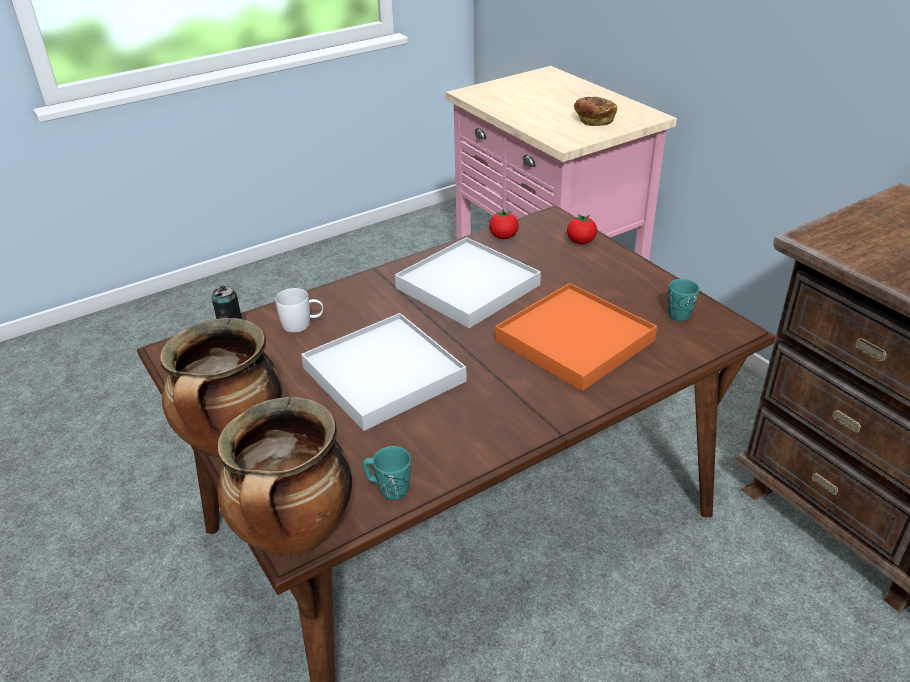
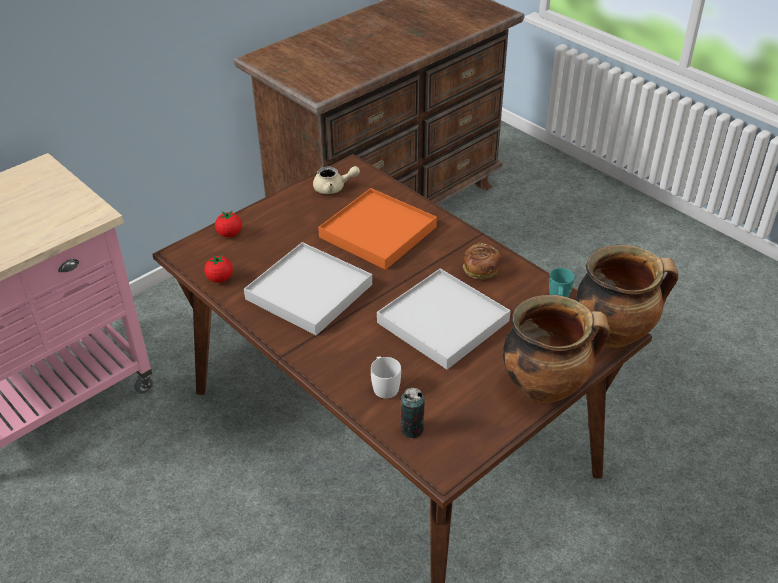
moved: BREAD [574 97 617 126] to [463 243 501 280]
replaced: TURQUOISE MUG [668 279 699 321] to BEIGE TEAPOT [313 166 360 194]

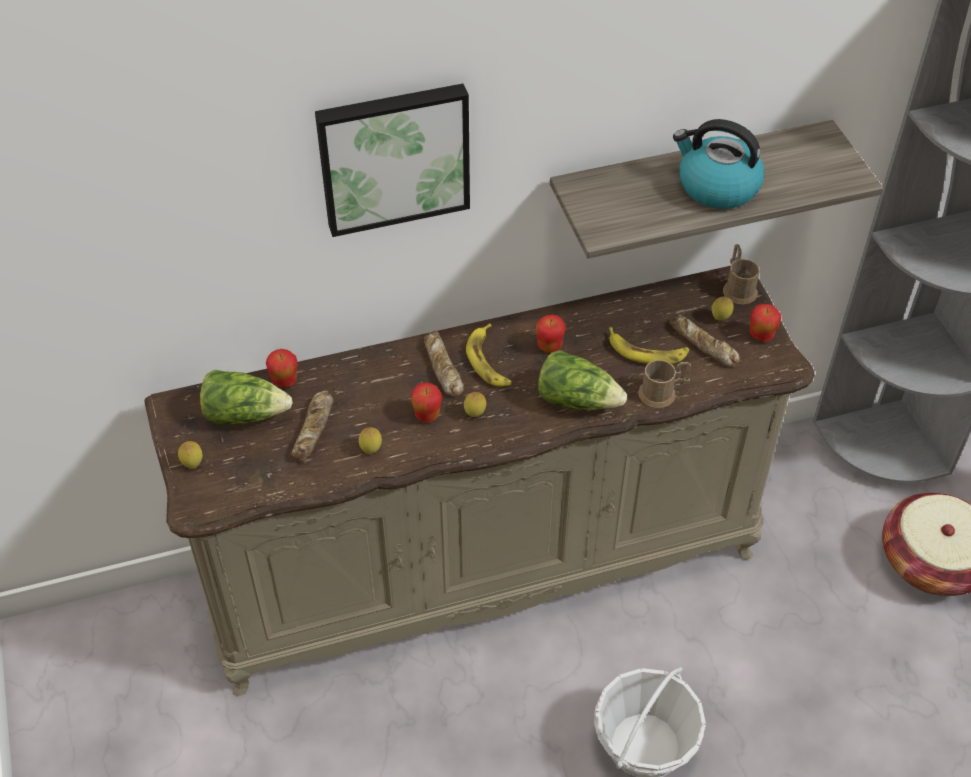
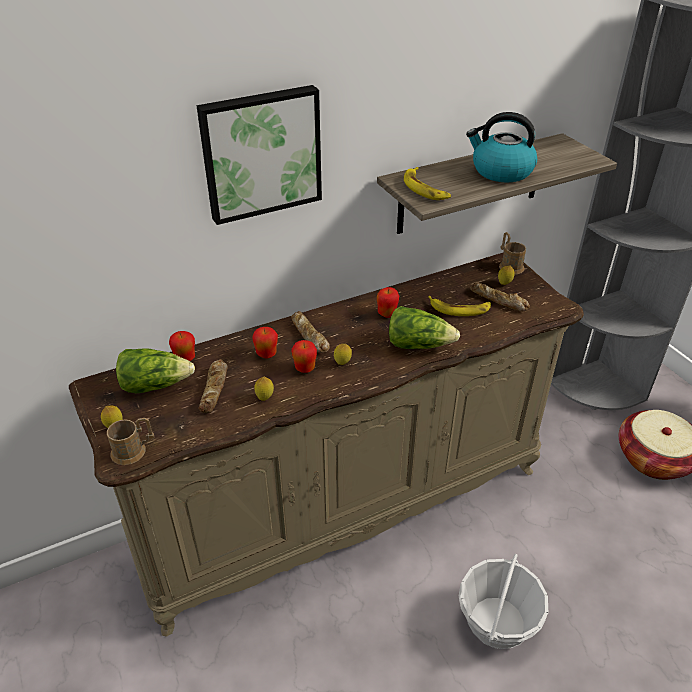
moved: BROWN MUG [638 360 691 408] to [107 418 154 465]; APPLE [750 304 781 342] to [252 327 278 358]; BANANA [466 323 512 386] to [404 167 451 200]

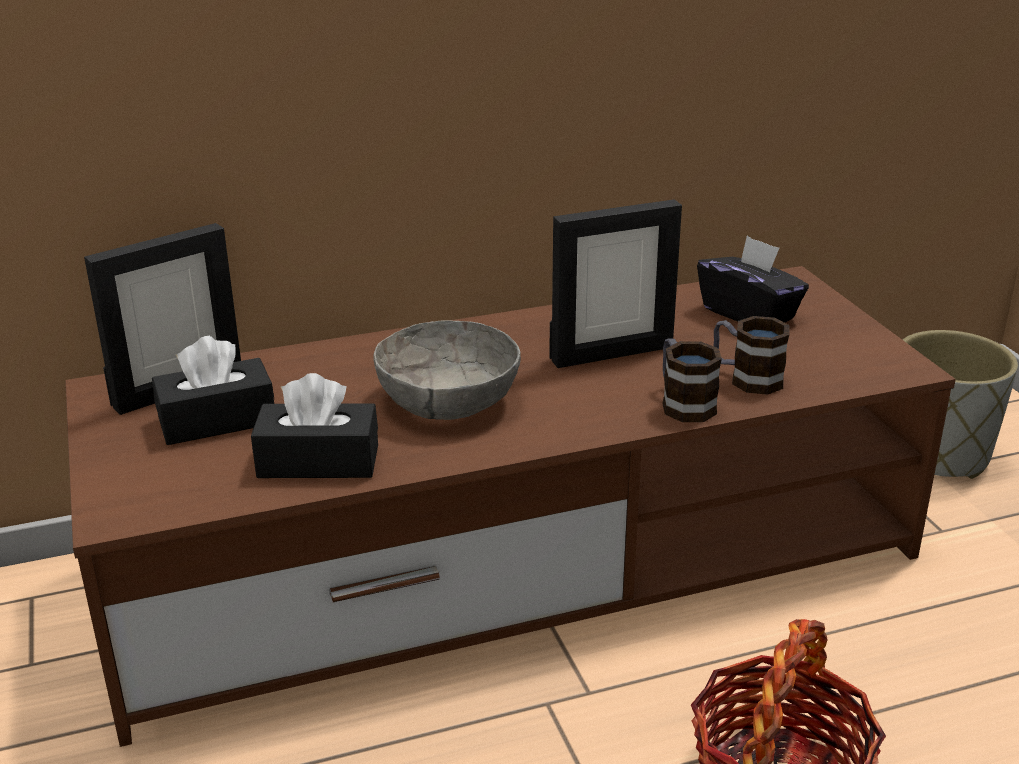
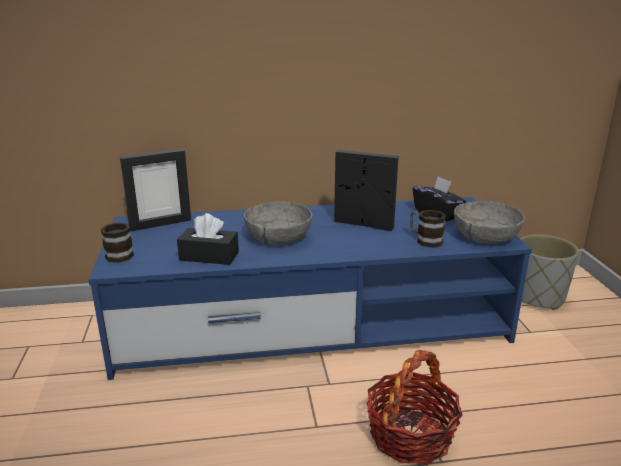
removed: BLACK TISSUE BOX [152 336 275 445]
added: GREY BOWL [454 201 525 244]
moved: MUG [662 338 722 422] to [100 222 134 263]
recoloured: BROWN TV STAND [65 266 956 747] to BLUE TV STAND [89 197 532 380]
turned: PICTURE FRAME [549 199 682 368] = [334 150 399 231] 150 degrees counterclockwise

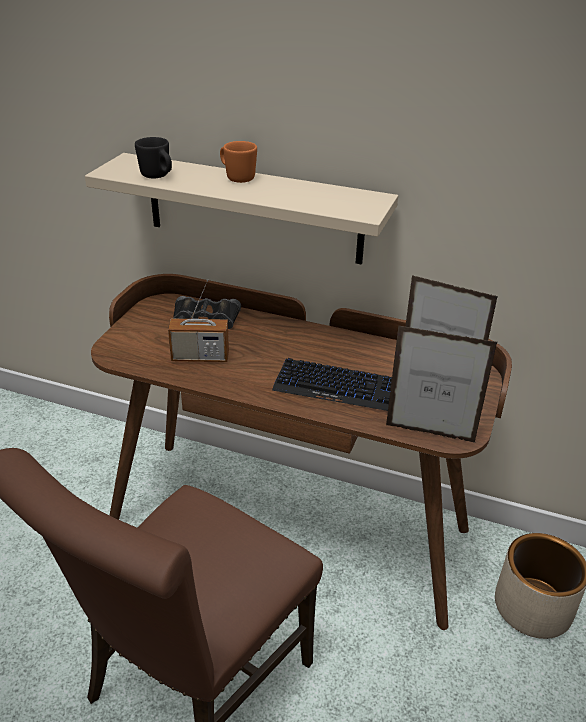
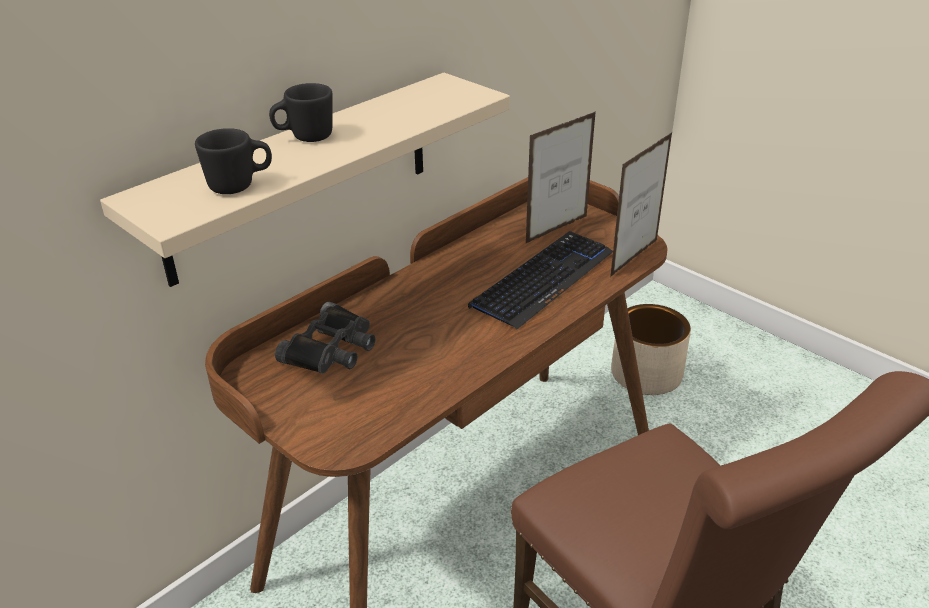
removed: RADIO [168 279 229 362]
recoloured: ORANGE MUG [220 141 257 183] to BLACK MUG [269 83 333 142]

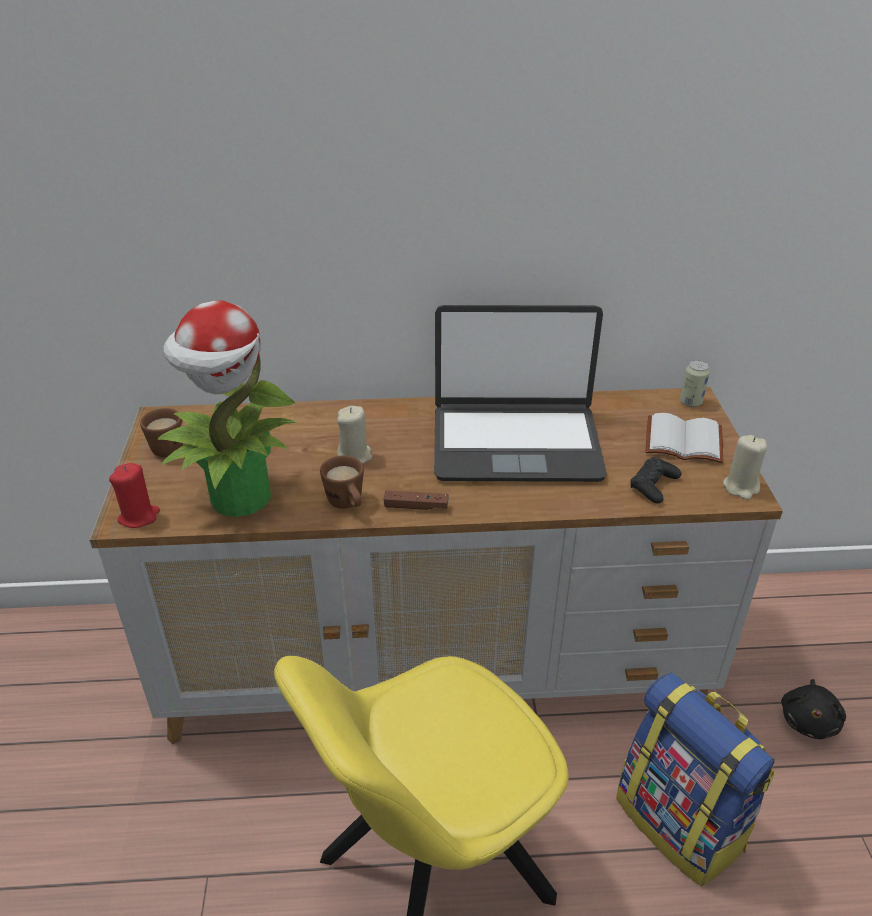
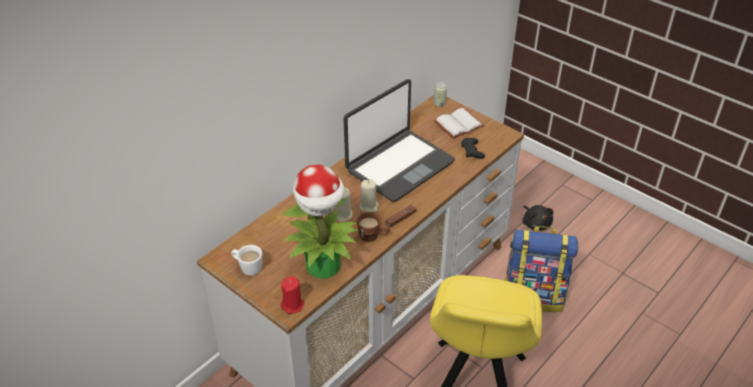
moved: BEIGE CANDLE [723 435 767 500] to [359 179 379 212]
recoloured: BROWN MUG [140 408 183 457] to WHITE MUG [231 245 262 276]

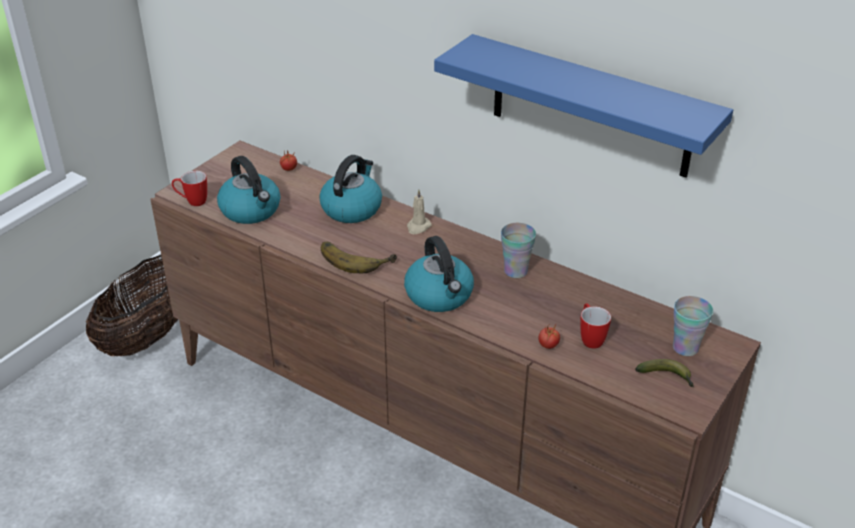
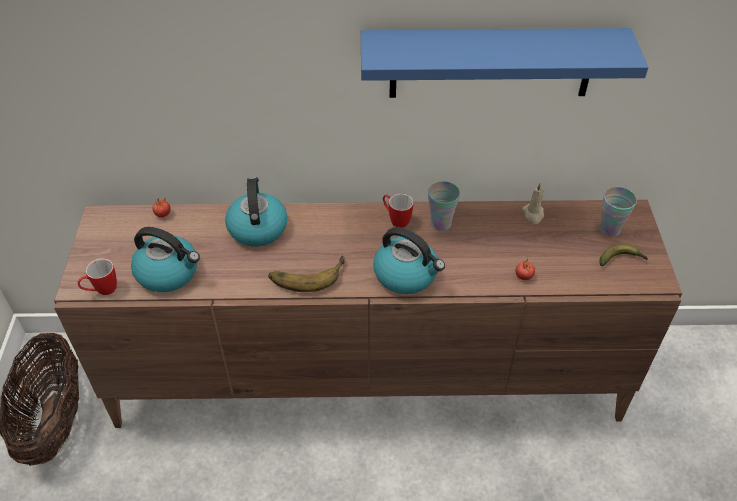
moved: MUG [580 303 611 349] to [383 193 414 228]; BEIGE CANDLE [407 189 432 234] to [522 183 544 224]

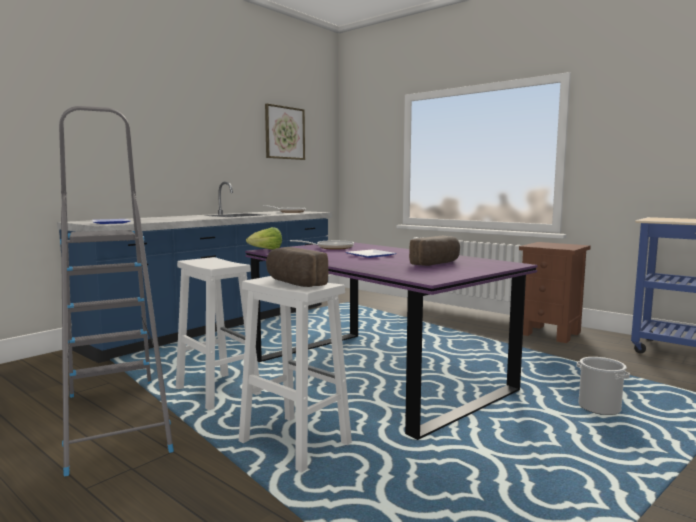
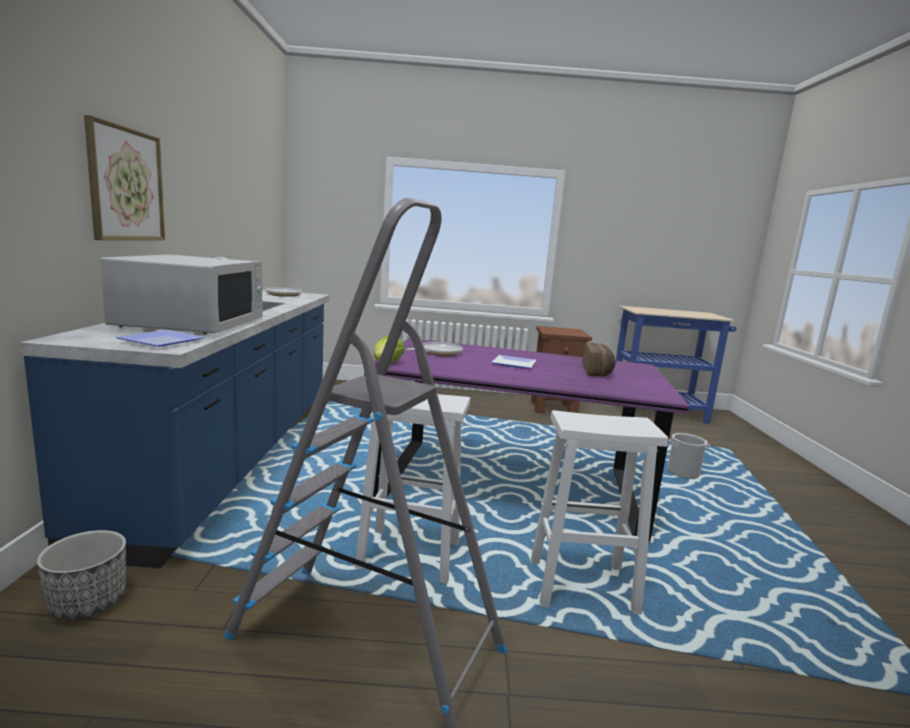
removed: BREAD [266 247 328 287]
added: PLANTER [37 530 126 620]; WHITE MICROWAVE [100 255 263 334]
moved: PICTURE [265 103 305 160] to [84 115 165 240]

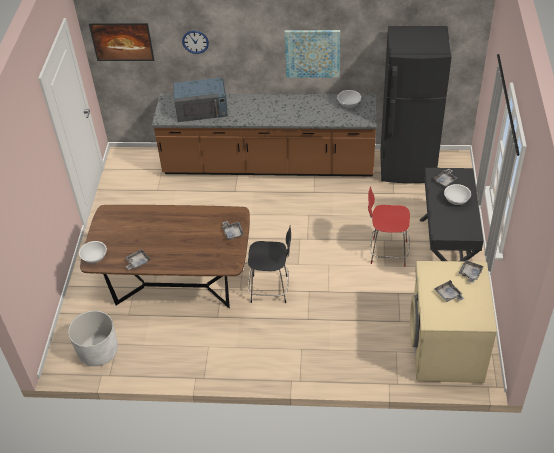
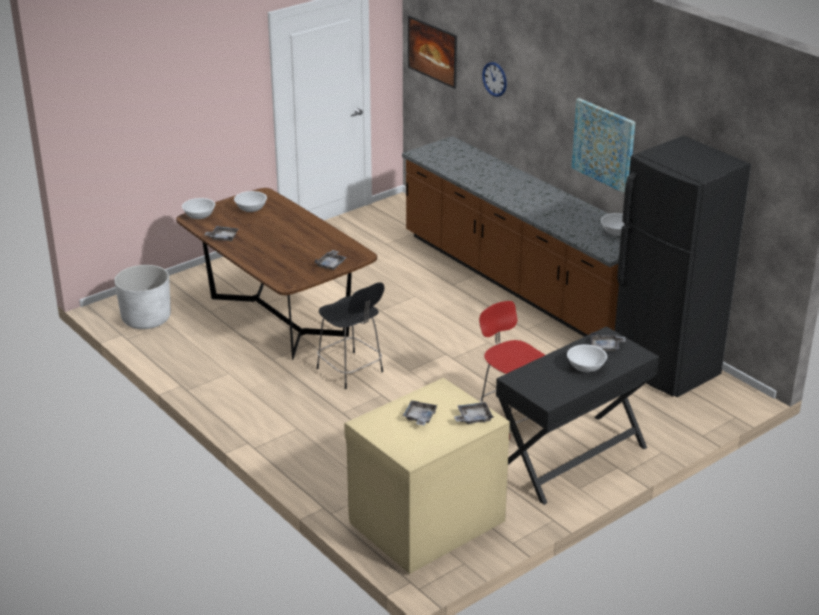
removed: BLUE MICROWAVE [173 77 228 122]
added: WHITE BOWL [234 191 267 212]

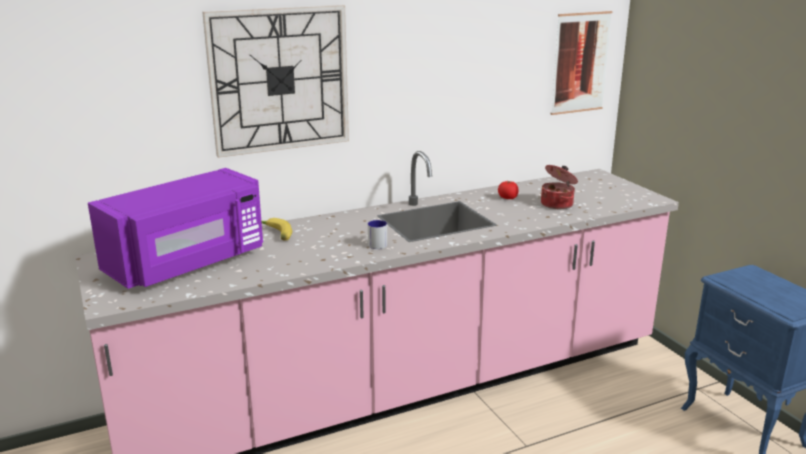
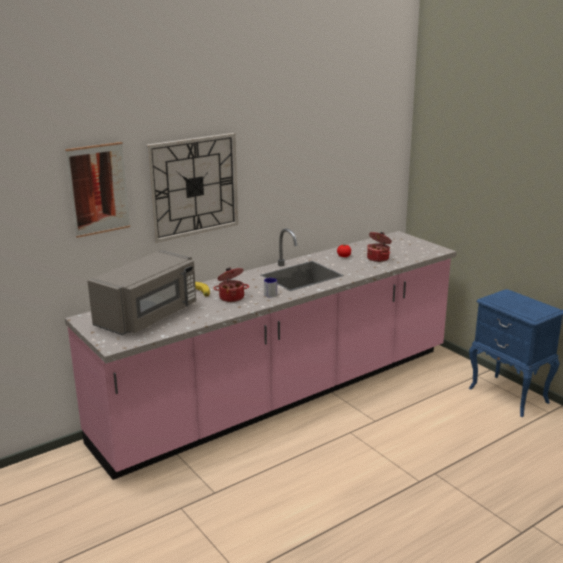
added: COOKING POT [214 268 249 302]
moved: PICTURE [550 11 613 115] to [65 142 130 238]
recoloured: PURPLE MICROWAVE [88 168 263 289] to GREY MICROWAVE [87 249 196 335]

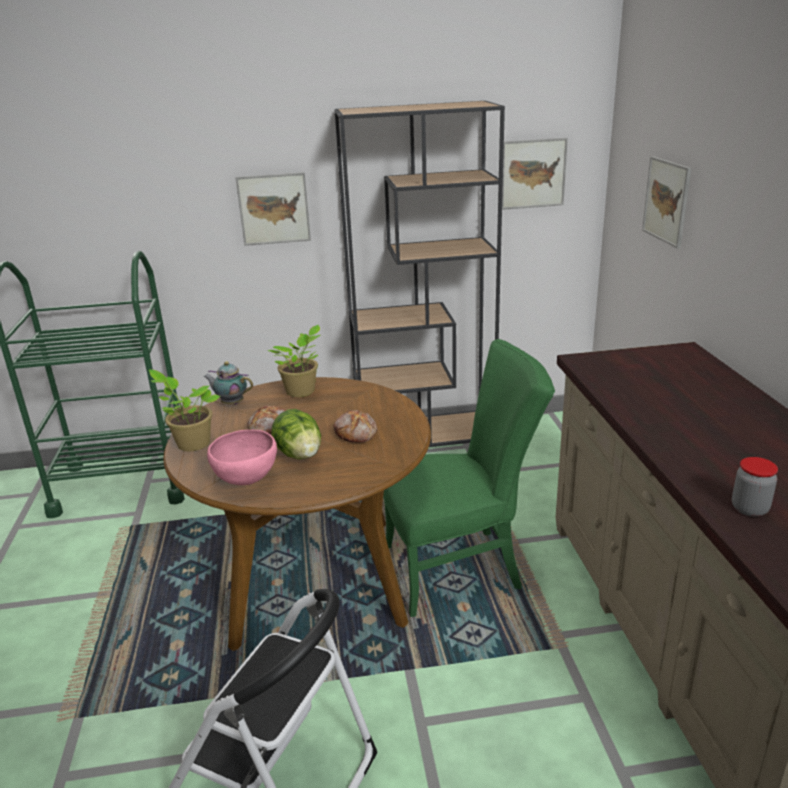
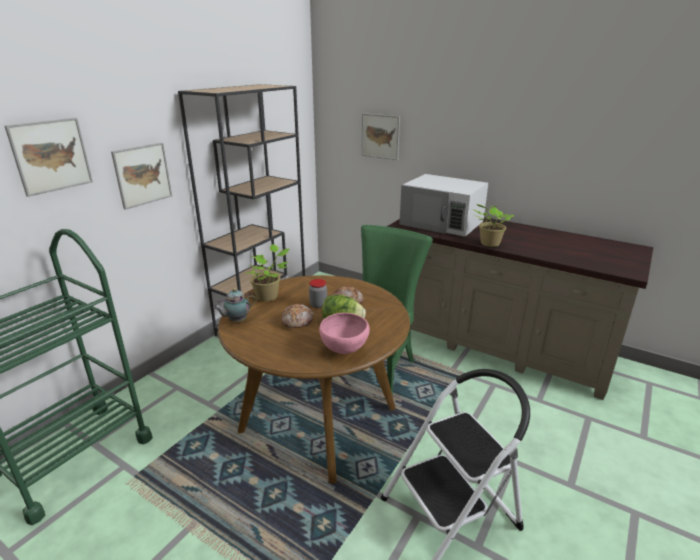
added: WHITE MICROWAVE [399 174 488 237]
moved: PICTURE [502 138 568 210] to [5 118 93 197]; JAR [732 457 778 517] to [309 279 327 308]; POTTED PLANT [149 369 220 451] to [472 204 514 247]

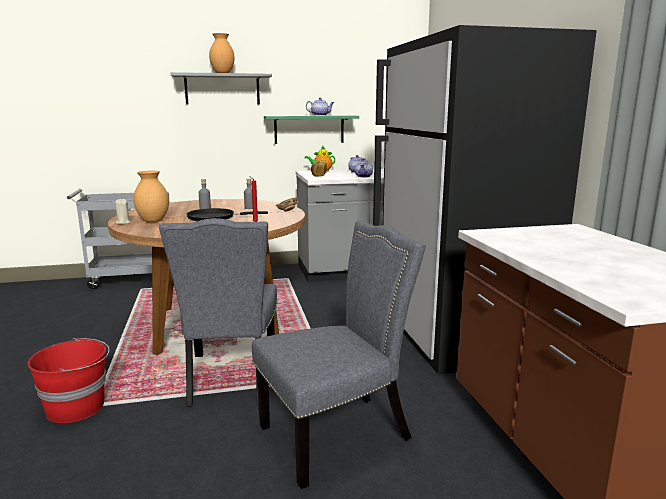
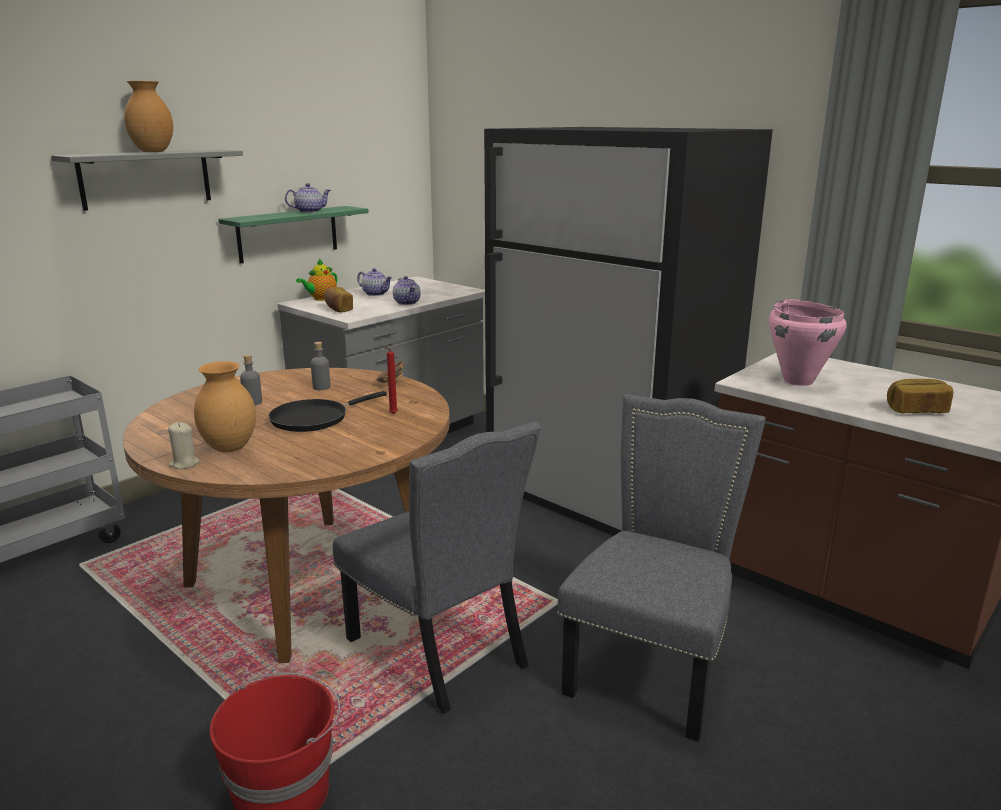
added: PINK COOKING POT [769 300 846 386]; BREAD [887 379 953 413]

